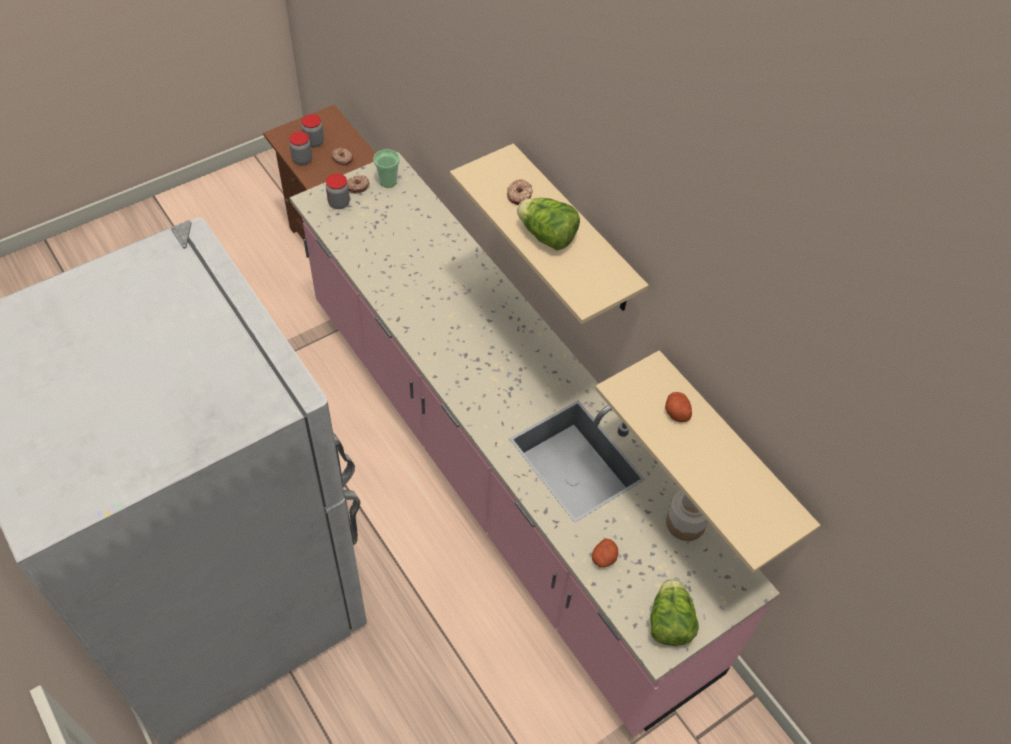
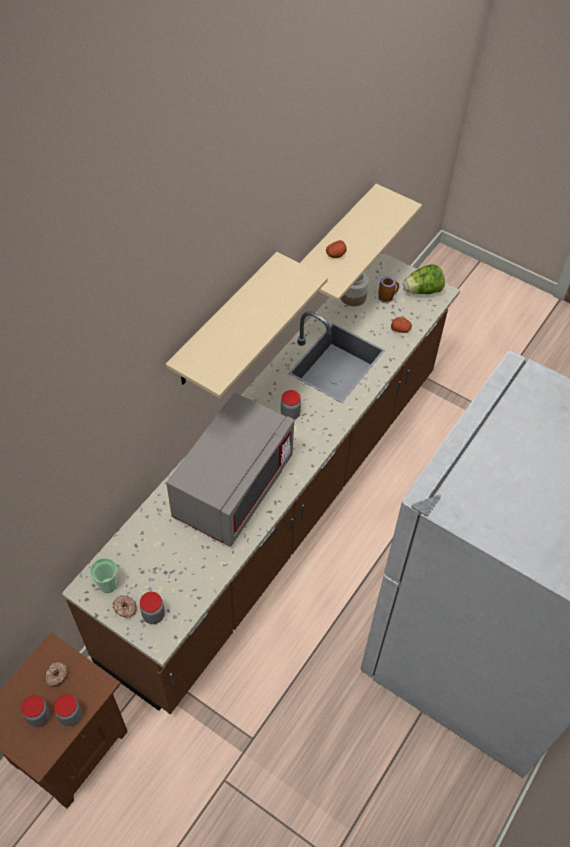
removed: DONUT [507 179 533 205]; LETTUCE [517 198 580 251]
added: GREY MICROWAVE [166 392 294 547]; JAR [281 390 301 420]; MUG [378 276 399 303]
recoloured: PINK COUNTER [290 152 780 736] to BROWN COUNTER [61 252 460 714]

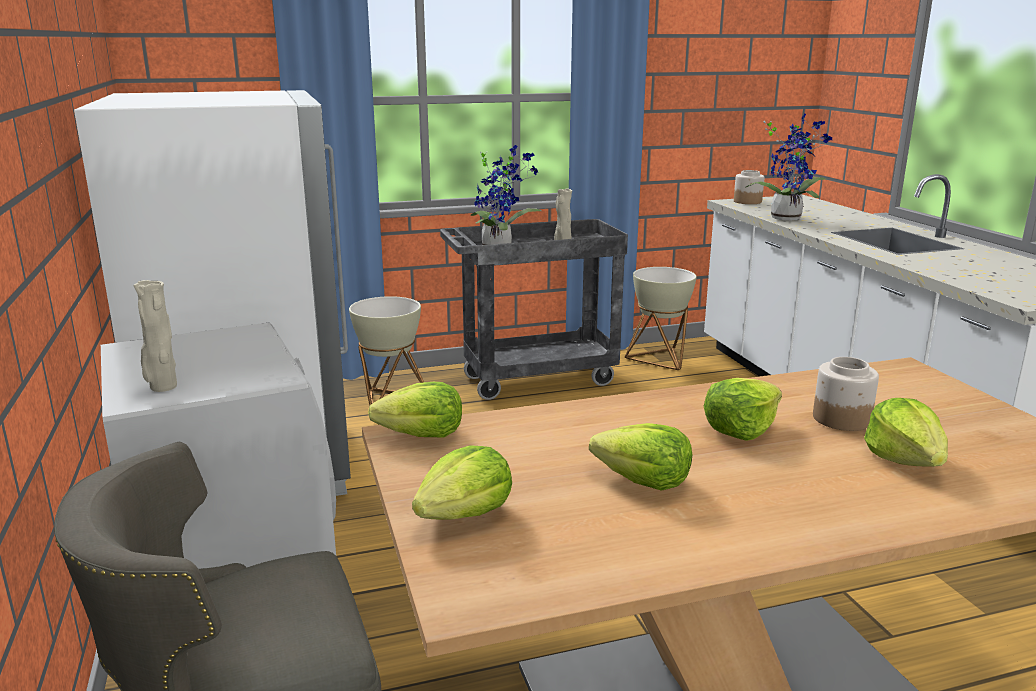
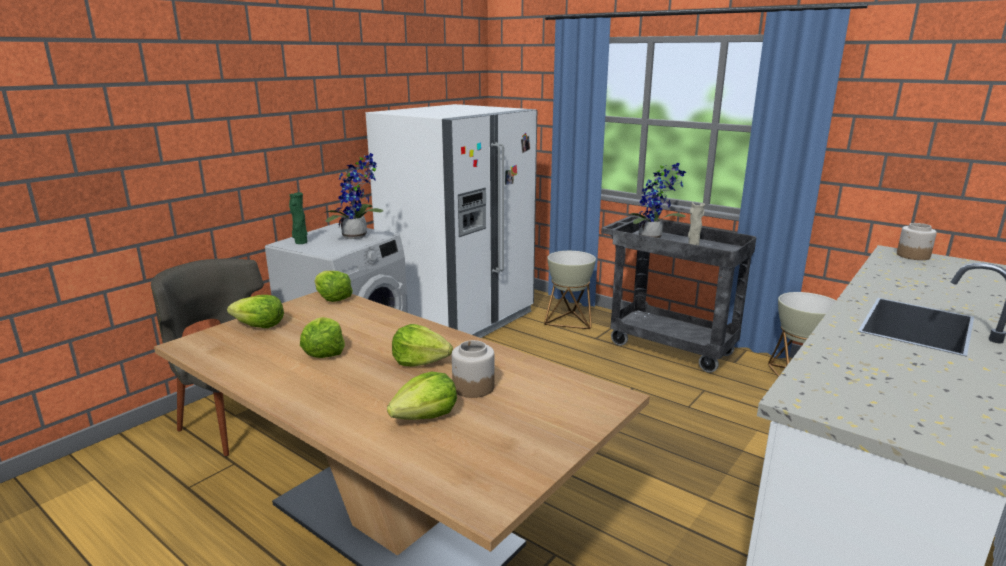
moved: POTTED PLANT [746 114 832 221] to [324 153 383 239]
recoloured: BEIGE VASE [133 280 177 392] to GREEN VASE [289 192 308 244]

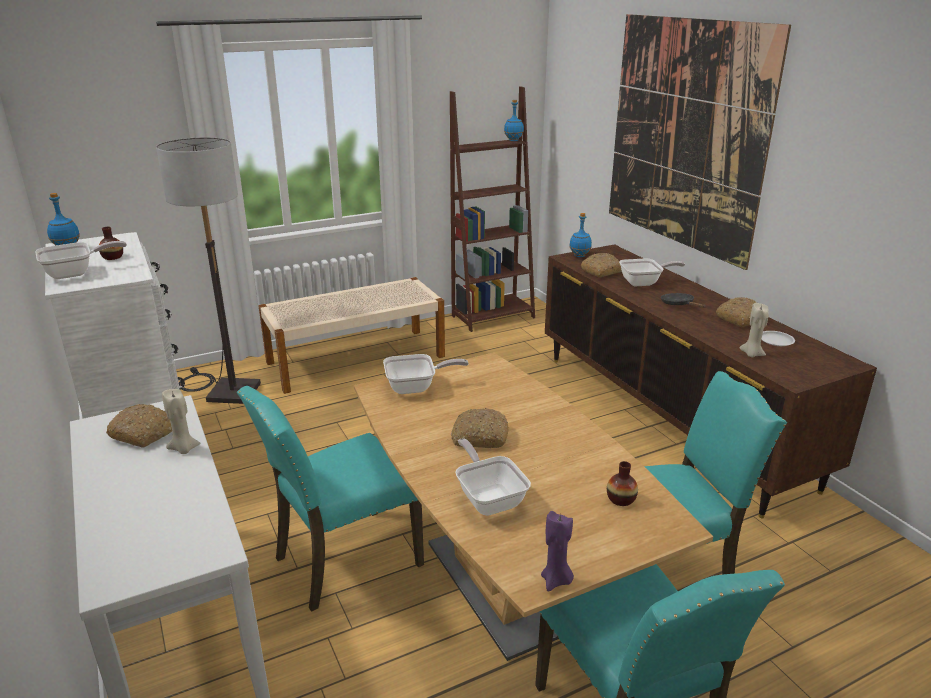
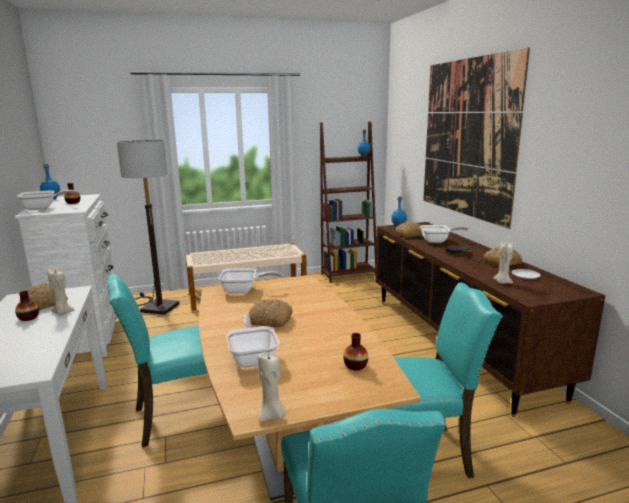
added: VASE [15 291 39 321]
recoloured: PURPLE CANDLE [541 511 574 592] to BEIGE CANDLE [258 352 286 422]

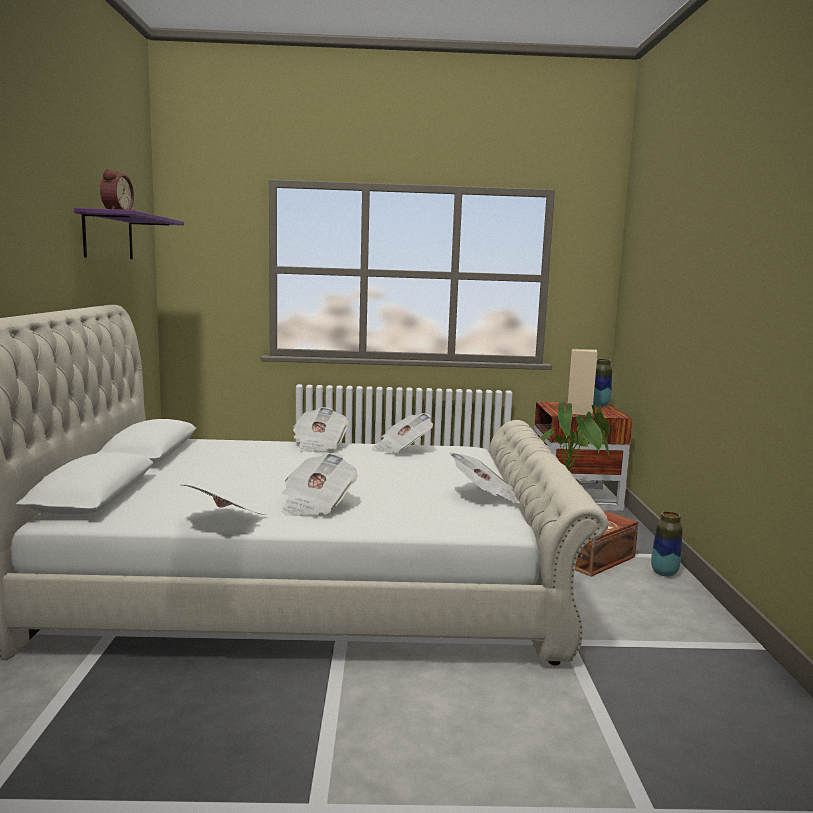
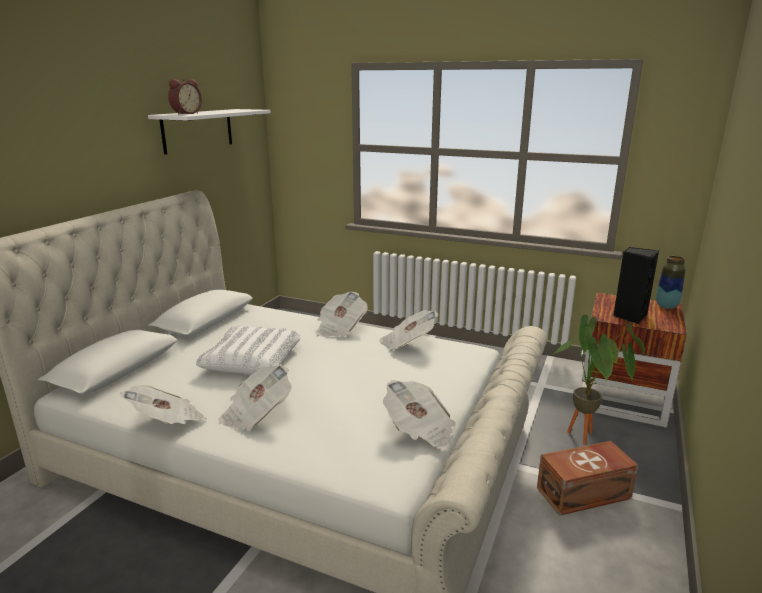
removed: VASE [651 511 683 577]
added: WHITE PILLOW [196 326 300 374]
recoloured: PURPLE SHELF [74 208 184 259] to WHITE SHELF [148 109 270 154]; BEIGE SPEAKER [568 349 598 415] to BLACK SPEAKER [613 247 659 324]

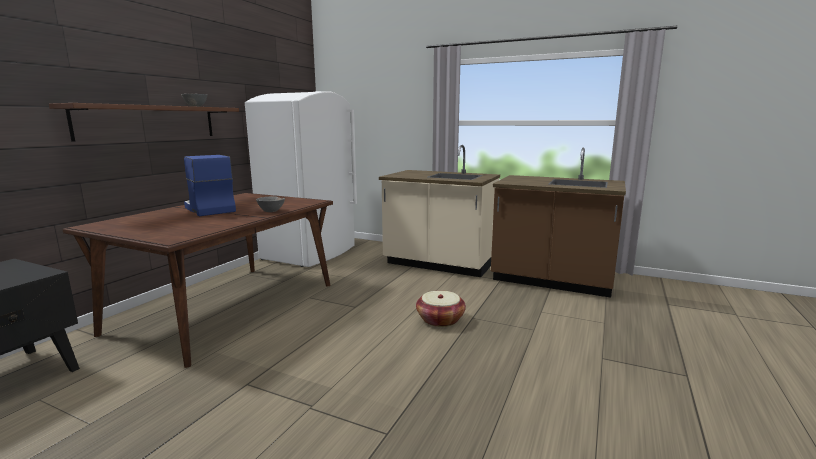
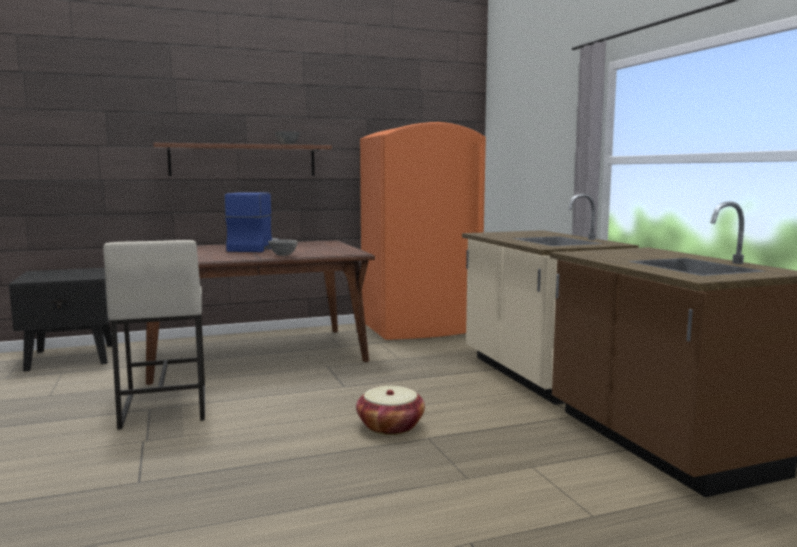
added: BEIGE STOOL [103 240 205 430]
recoloured: WHITE FRIDGE [245 91 357 267] to ORANGE FRIDGE [360 122 486 340]

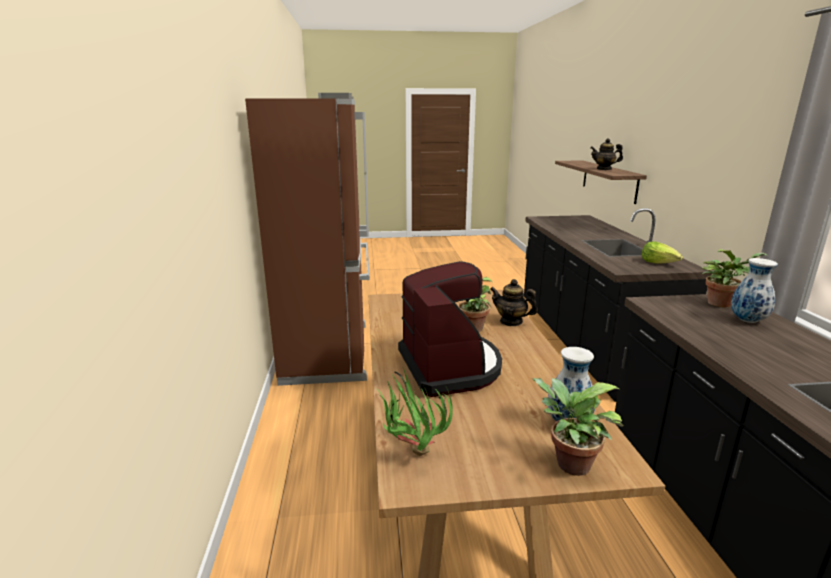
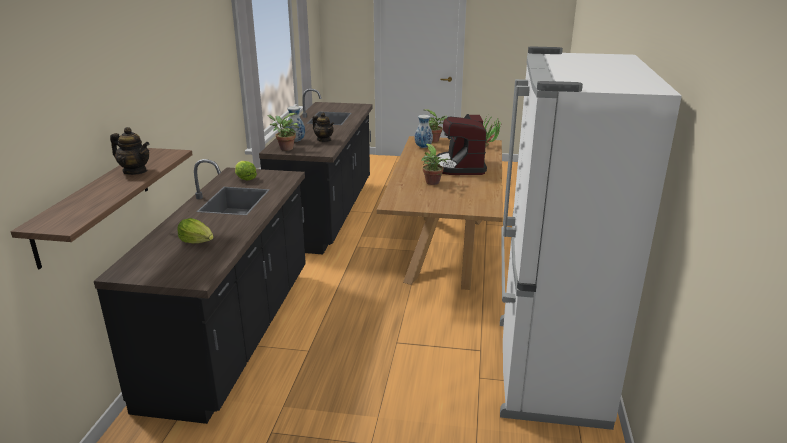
added: LETTUCE [177 218 213 243]
moved: TEAPOT [490 279 538 326] to [312 112 334 142]
recoloured: BROWN FRIDGE [245 93 370 386] to WHITE FRIDGE [500 46 682 430]

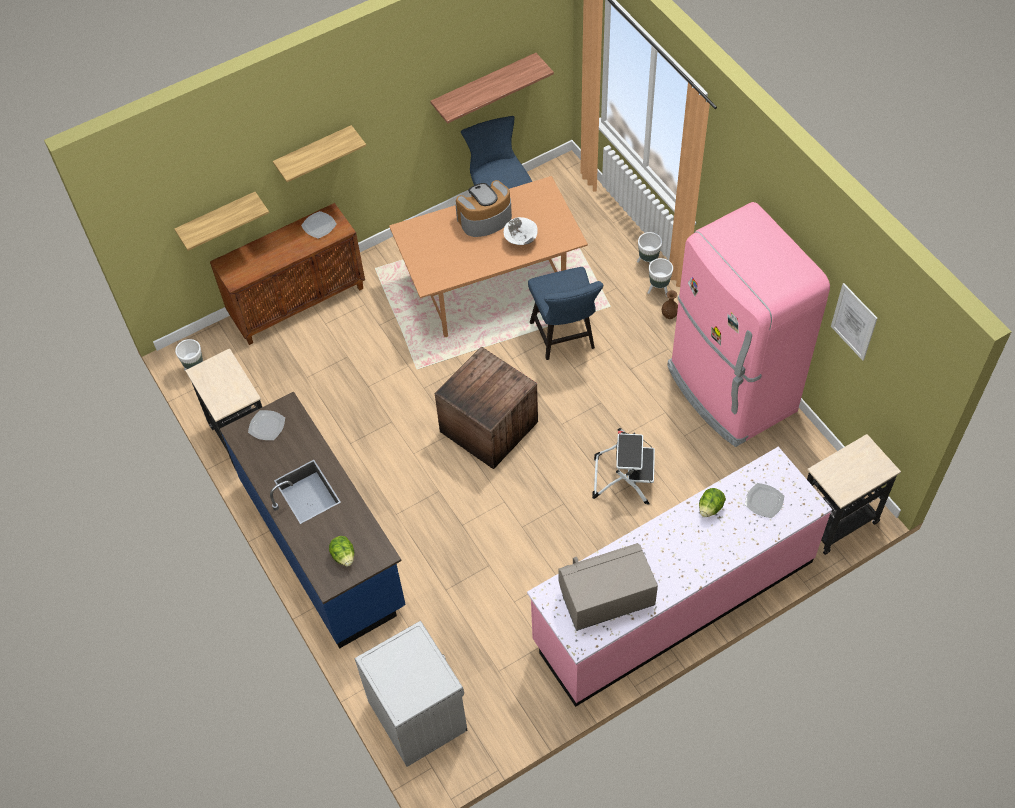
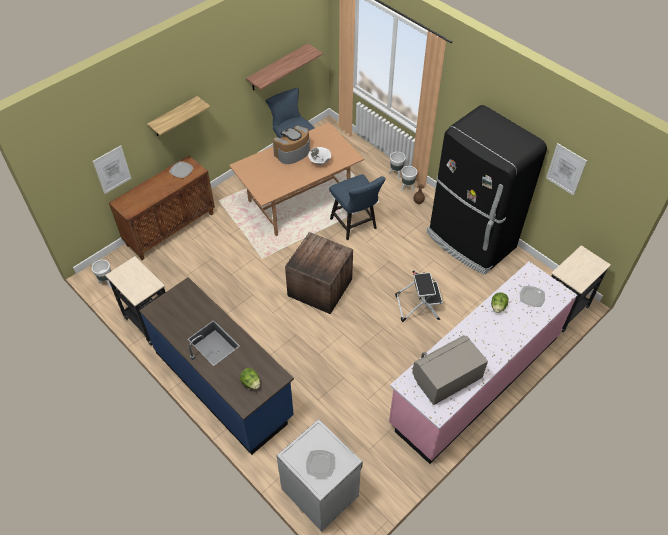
moved: PLATE [248 410 285 440] to [306 450 335 478]
replaced: SHELF [174 192 269 251] to PICTURE [93 145 132 194]
recoloured: PINK FRIDGE [667 202 830 447] to BLACK FRIDGE [426 105 547 275]

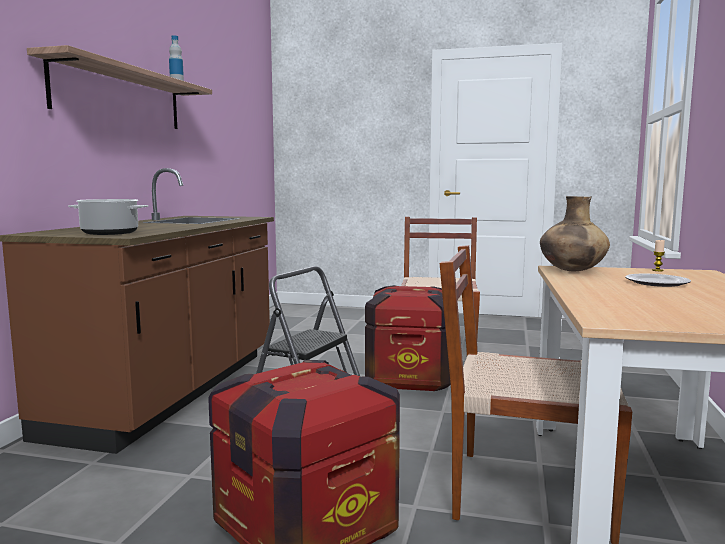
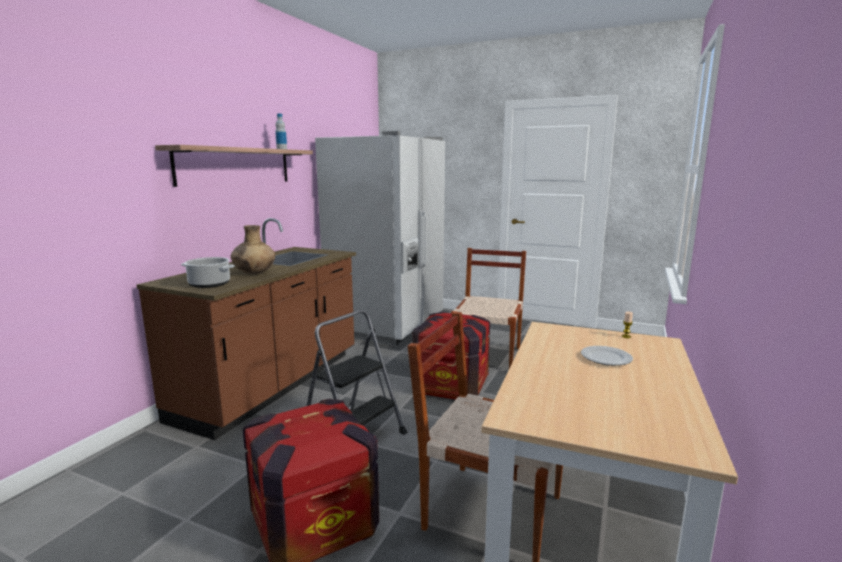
added: WHITE FRIDGE [315 131 445 346]
moved: BROWN VASE [540 196 610 271] to [231 225 275 274]

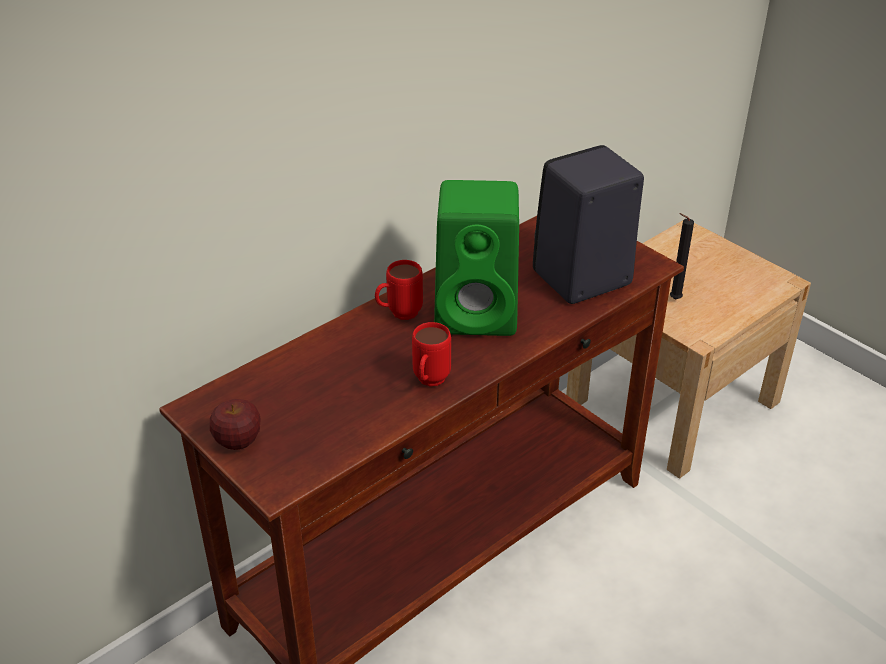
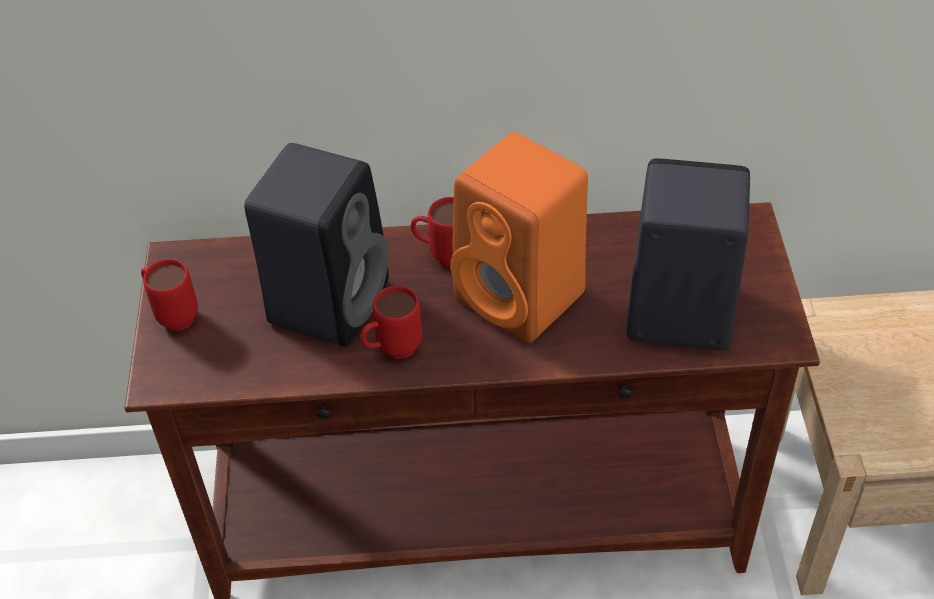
removed: BLACK CANDLE [670 213 694 300]
added: BLACK SPEAKER [244 143 389 347]
replaced: APPLE [210 399 261 450] to RED MUG [141 259 198 331]
recoloured: GREEN SPEAKER [434 180 519 336] to ORANGE SPEAKER [451 132 588 343]

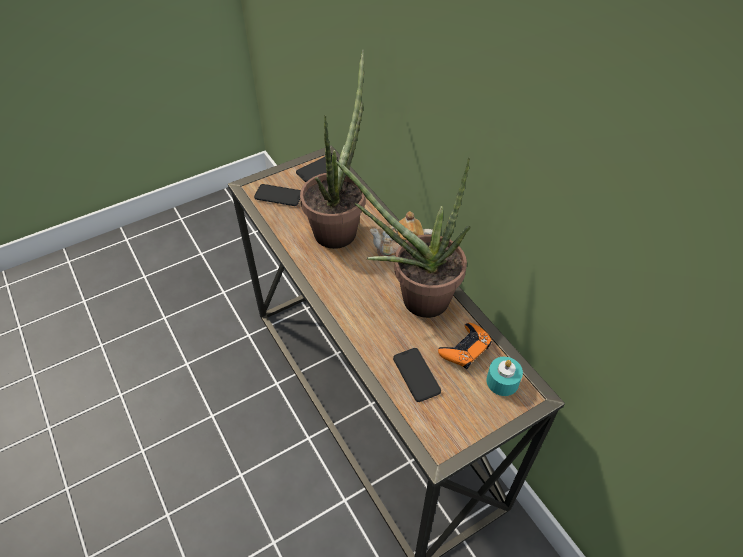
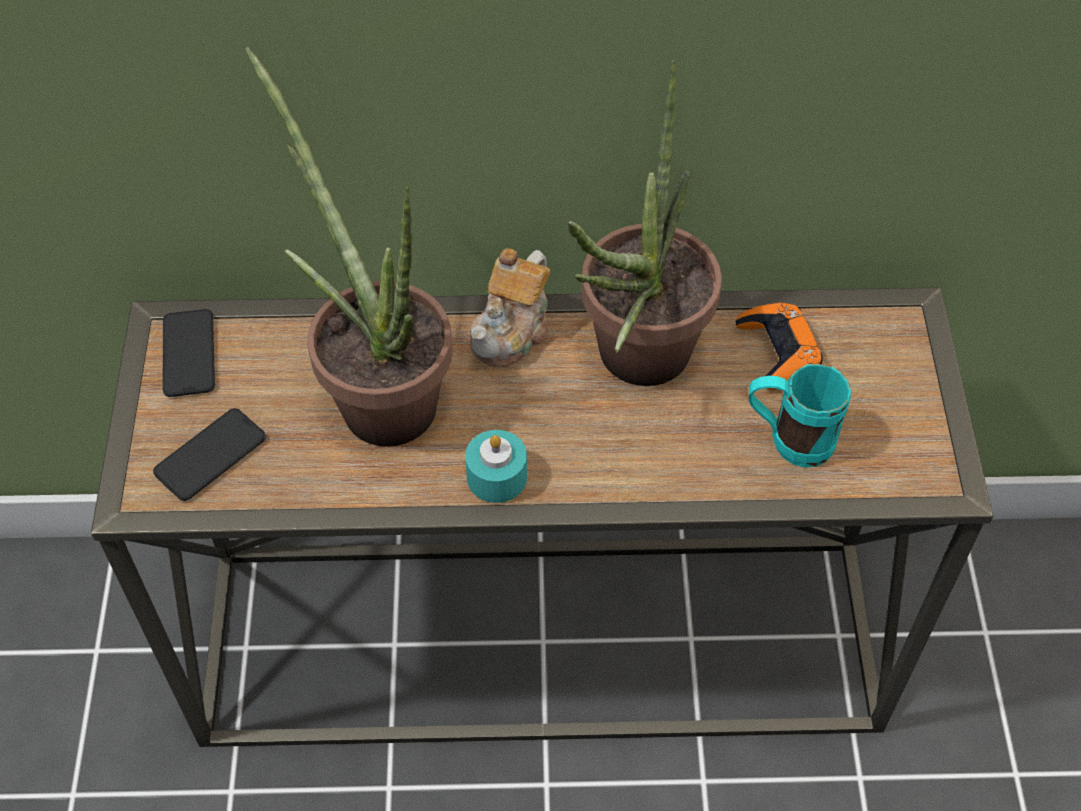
moved: TURQUOISE CANDLE [486 357 523 396] to [465 430 527 503]
replaced: PHONE [393 348 441 402] to TURQUOISE MUG [749 364 851 468]

